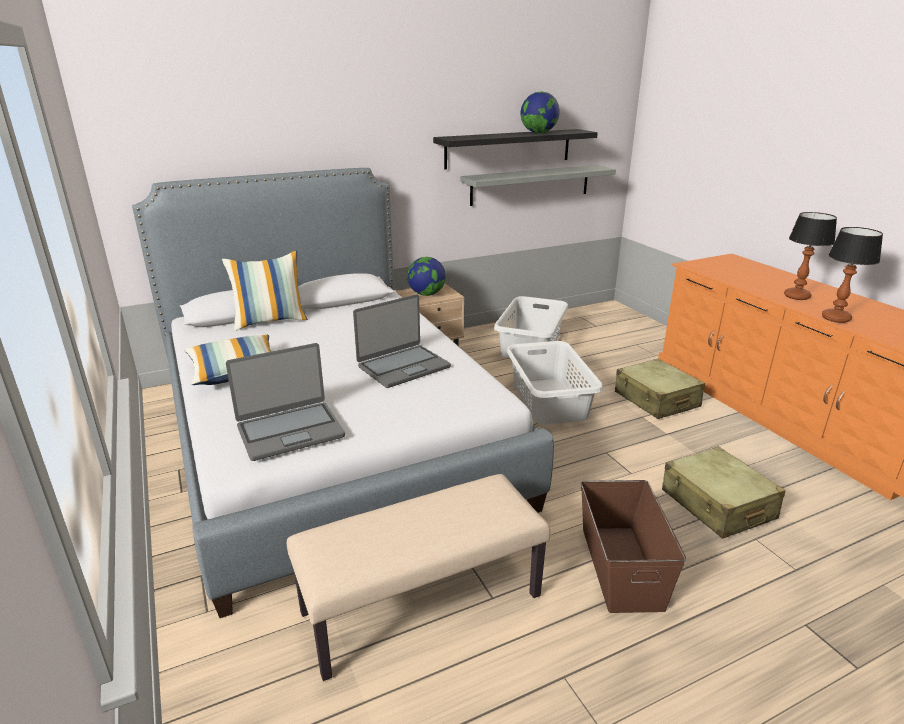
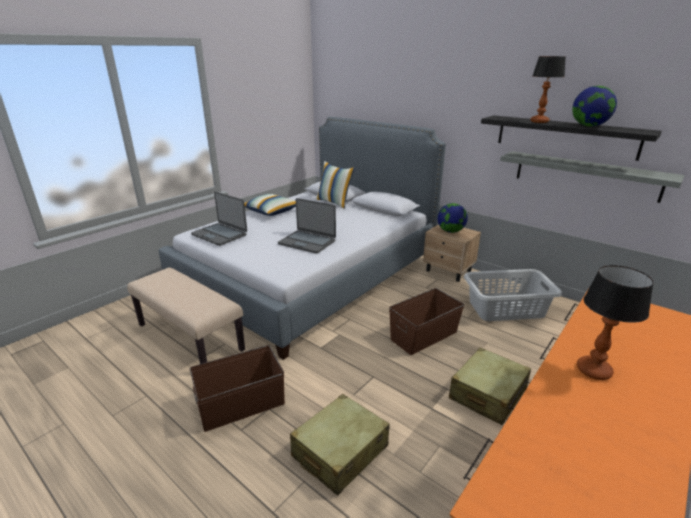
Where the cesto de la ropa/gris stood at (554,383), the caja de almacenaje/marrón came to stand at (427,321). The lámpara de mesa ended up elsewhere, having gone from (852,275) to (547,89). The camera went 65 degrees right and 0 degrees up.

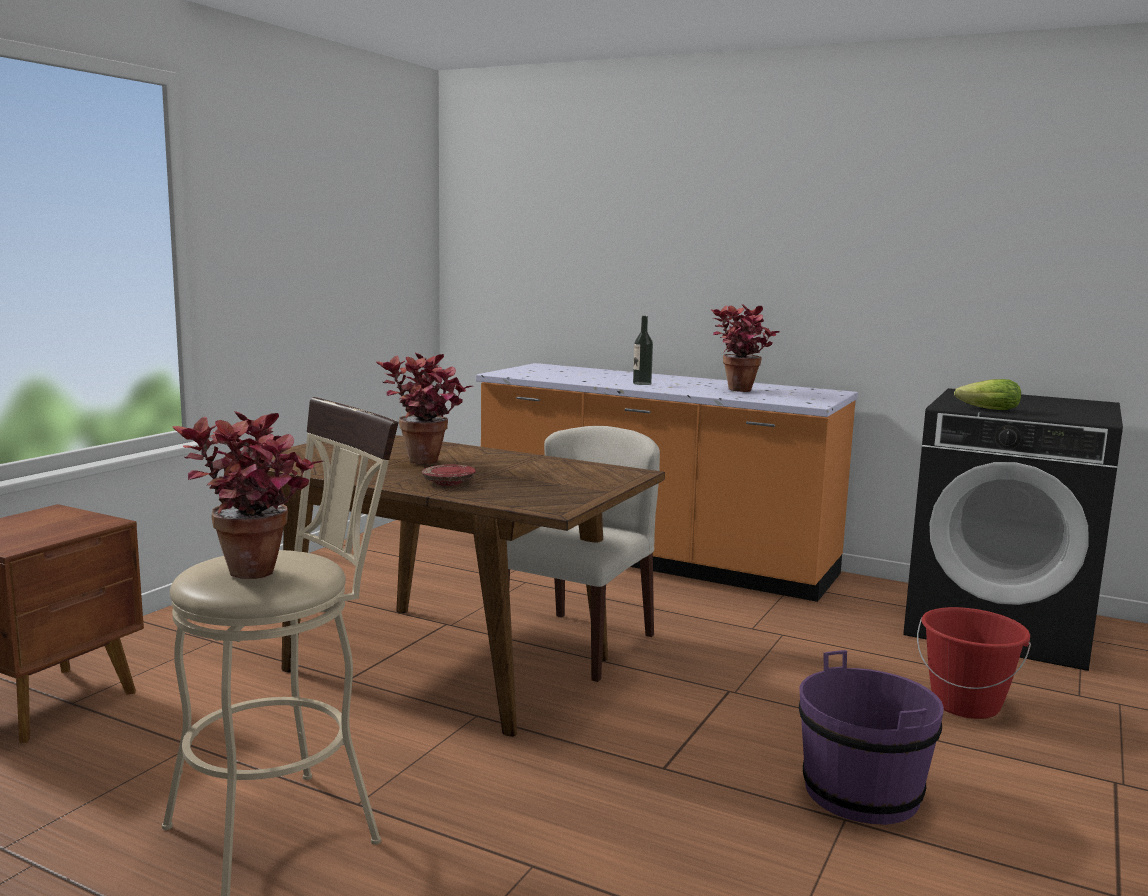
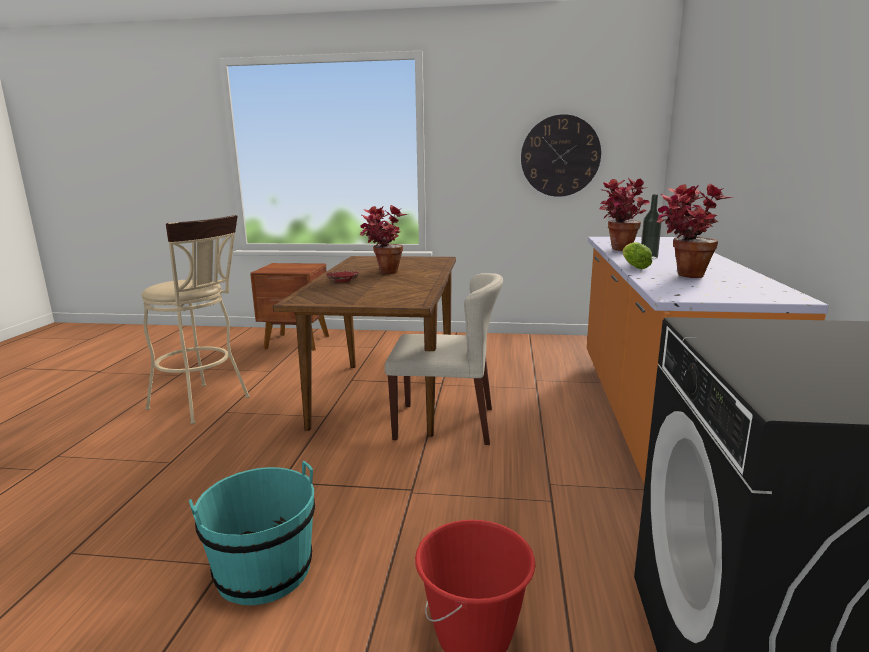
What was the cubo/morado at (871,737) turned into the cubo/turquesa at (252,533). The second view gained the reloj de pared at (561,155). The planta en maceta ended up elsewhere, having gone from (247,495) to (625,214). The lechuga ended up elsewhere, having gone from (987,394) to (637,255). The camera went 70 degrees right and 5 degrees up.

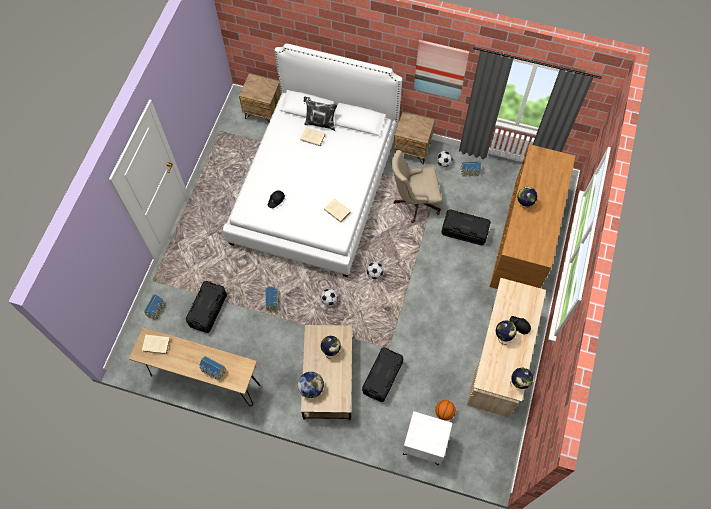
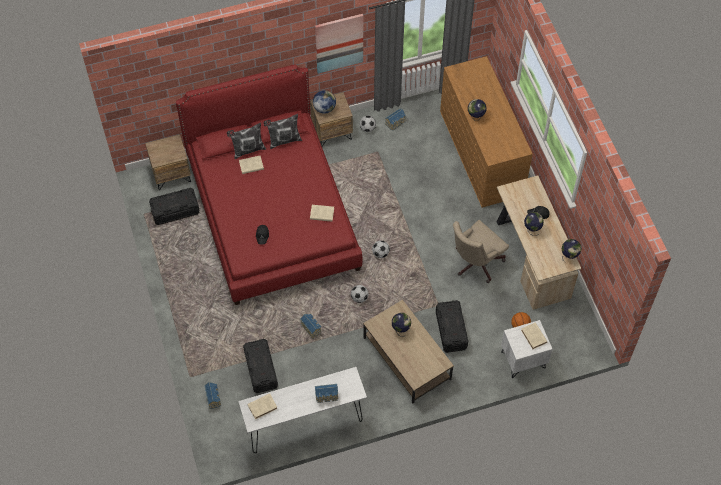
The caja de almacenaje/negro ended up elsewhere, having gone from (466,227) to (174,206). What was the cama/blanco at (312,160) turned into the cama/rojo at (269,184). What was the mesa consola/marrón at (194,366) turned into the mesa consola/blanco at (302,410). The second view gained the cojín at (283,131). The globo terráqueo ended up elsewhere, having gone from (311,385) to (324,101). The silla de oficina/beis ended up elsewhere, having gone from (417,186) to (481,251). The second view gained the libro/beis at (534,335). The camera went 35 degrees left and 5 degrees down.

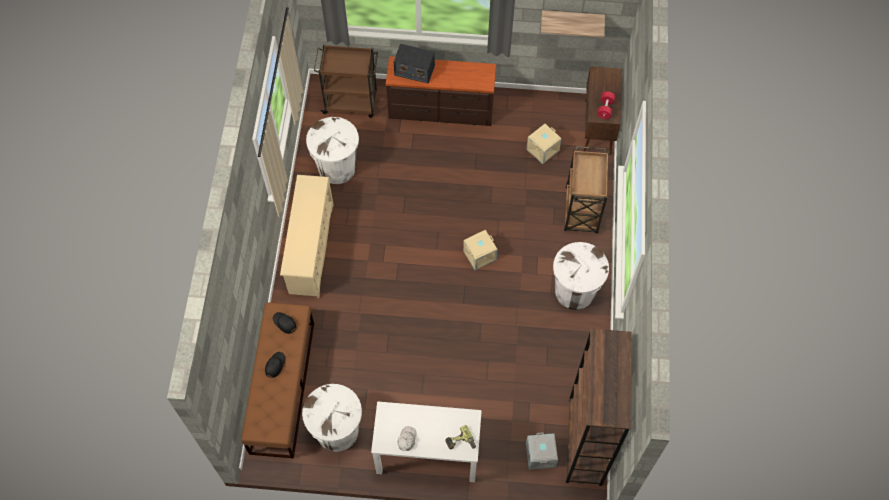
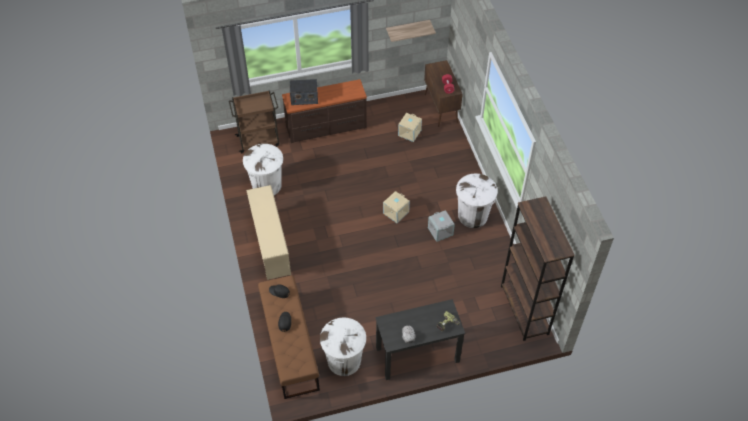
What was the escritorio/blanco at (426,441) turned into the escritorio/negro at (420,339). The caja de almacenaje/gris ended up elsewhere, having gone from (542,451) to (441,226). The second view lost the carrito/marrón at (586,190). The camera went 20 degrees left and 10 degrees down.

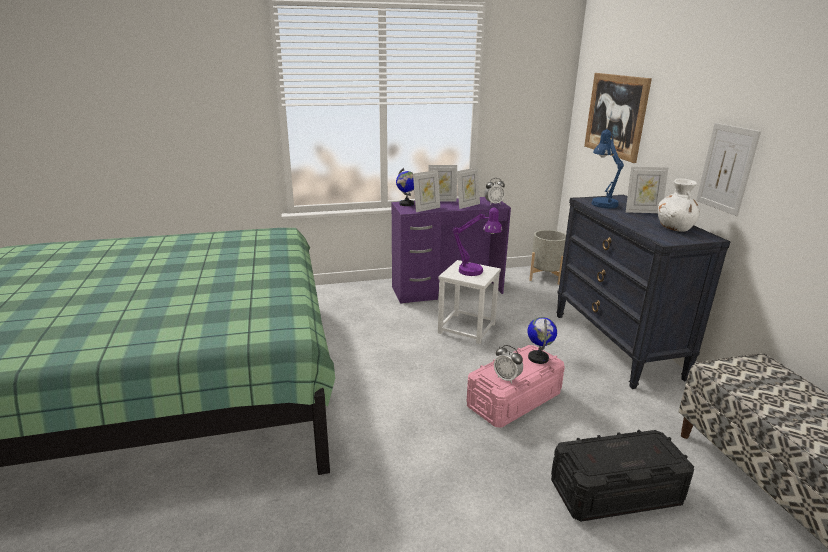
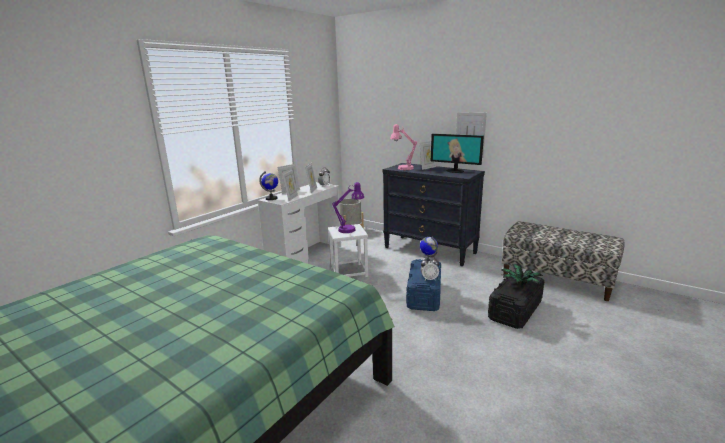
What was the escritorio/morado at (451,250) turned into the escritorio/blanco at (299,223). What was the lámpara de mesa/azul at (607,168) turned into the lámpara de mesa/rosa at (403,147). What was the caja de almacenaje/rosa at (516,386) turned into the caja de almacenaje/azul at (423,285). Where the florero/blanco stood at (679,205), the monitor came to stand at (457,153). The second view gained the planta en maceta at (522,274). The second view lost the cuadro at (618,118). The camera went 40 degrees left and 5 degrees down.

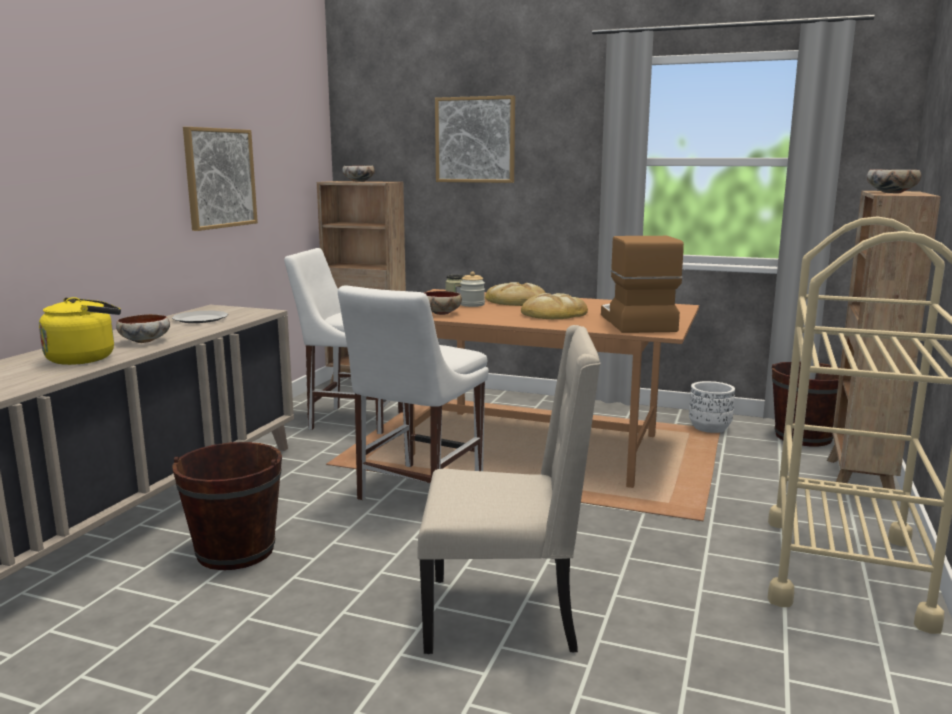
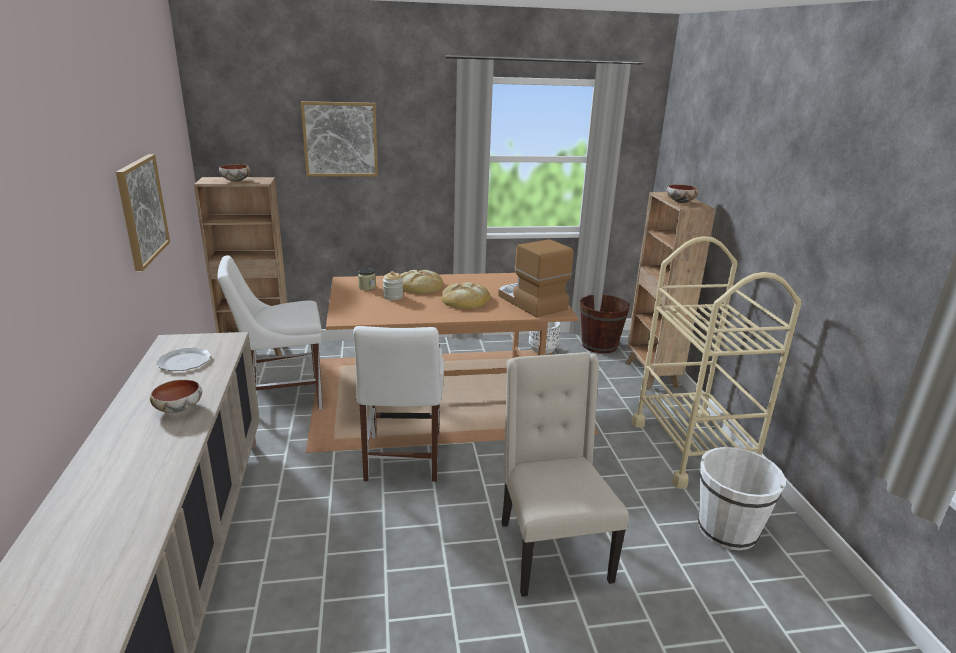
The silla/beis at (509,489) ended up facing another way, 75 degrees counterclockwise from before. The second view gained the cubo/blanco at (742,498). The second view lost the hervidor/amarillo at (80,331). The second view lost the cubo/marrón at (227,506). The second view lost the cuenco at (443,303). The camera went 30 degrees left and 10 degrees up.

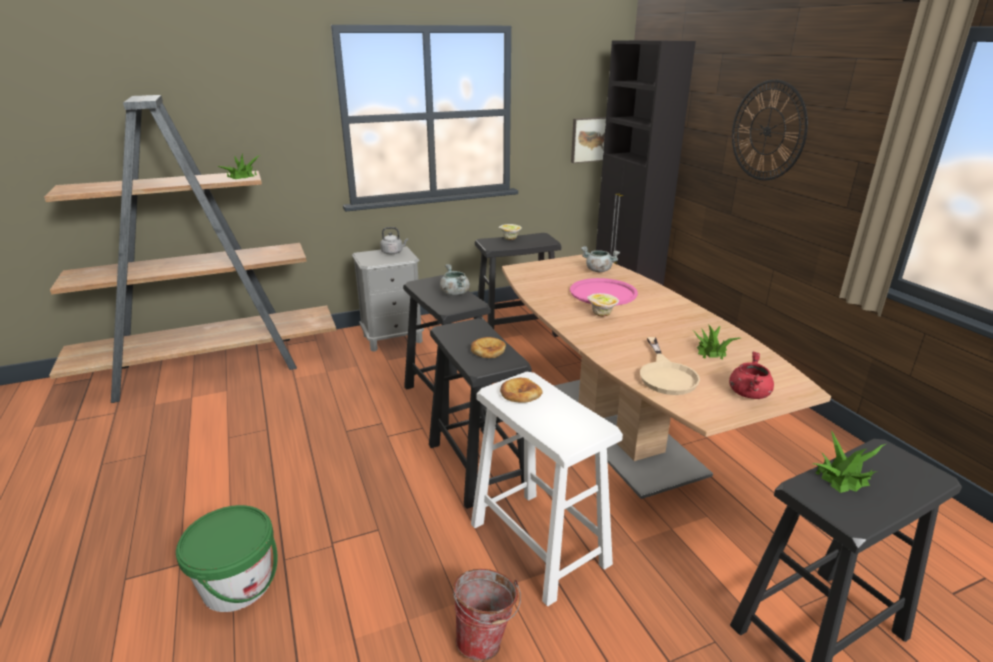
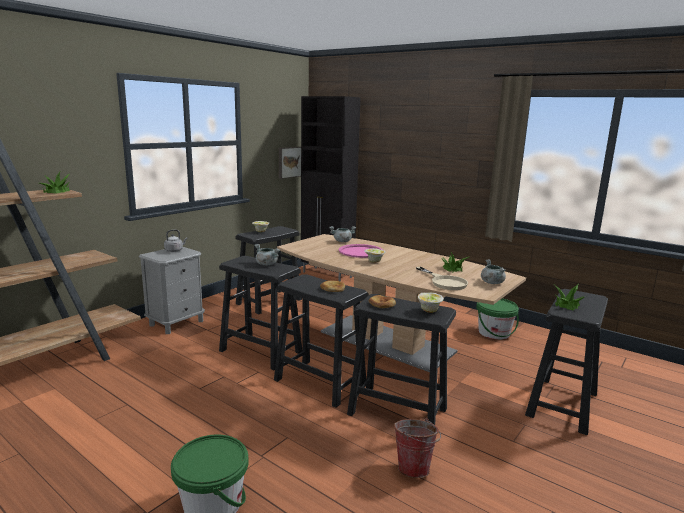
What was the taburete/blanco at (547,489) turned into the taburete/negro at (401,359). The second view gained the cuenco at (430,303). The second view gained the cubo/verde at (497,319). What was the olla/rojo at (751,375) turned into the olla/gris at (493,272). The second view lost the reloj de pared at (770,130). The camera went 30 degrees left and 10 degrees down.

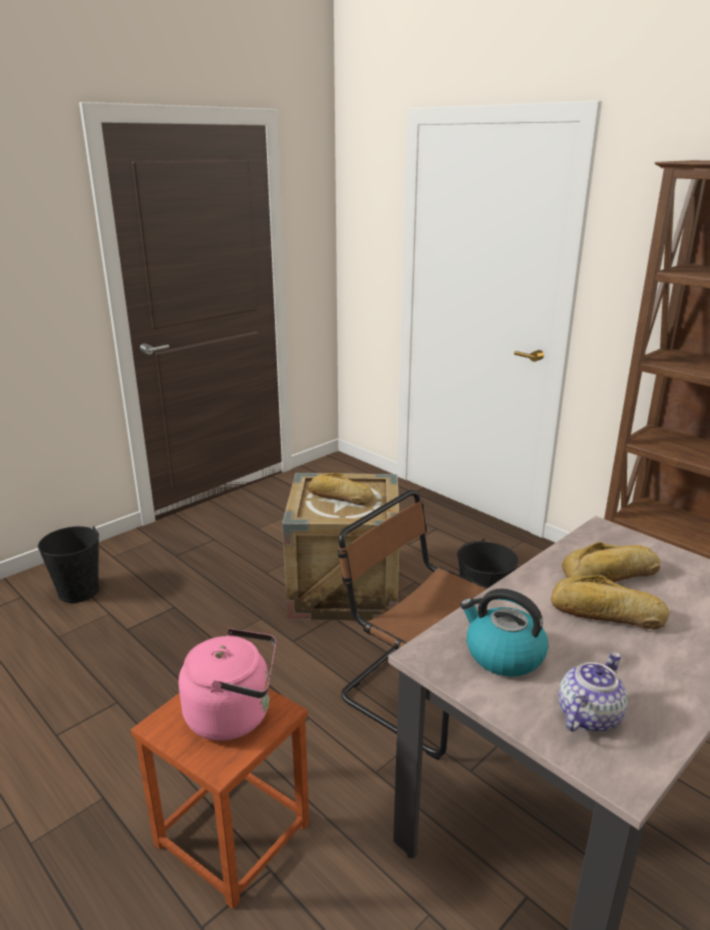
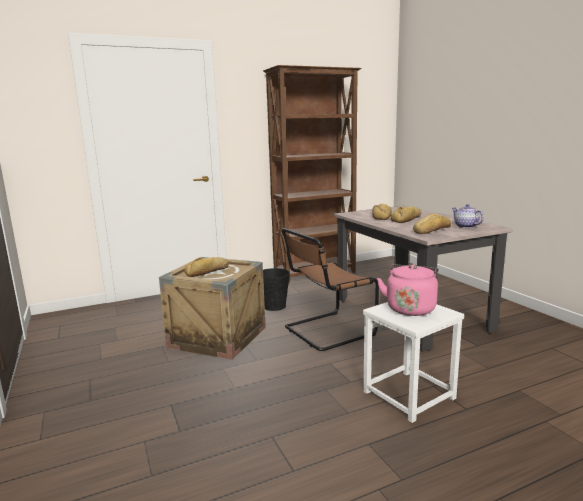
What was the taburete/marrón at (220,798) turned into the taburete/blanco at (413,362). Where the hervidor stood at (504,633), the pan came to stand at (432,224). The second view lost the cubo/negro at (68,564). The camera went 70 degrees left and 10 degrees down.

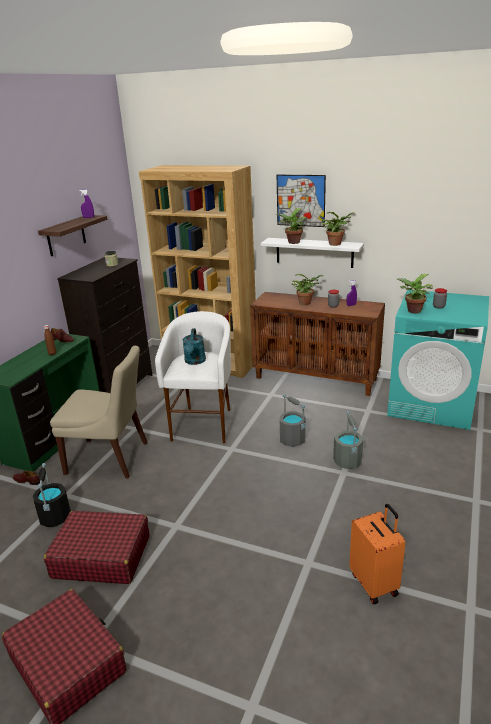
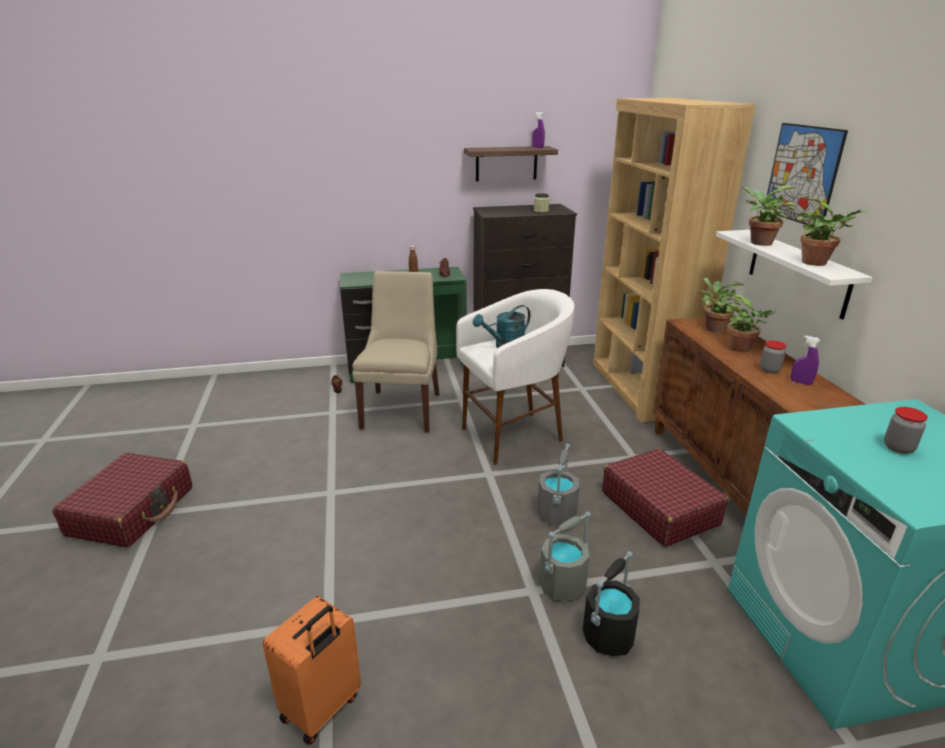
The silla/beis at (99,412) ended up facing another way, 150 degrees counterclockwise from before. The cubo/negro ended up elsewhere, having gone from (52,495) to (611,603). The maleta/rojo ended up elsewhere, having gone from (96,547) to (665,497). The planta en maceta ended up elsewhere, having gone from (415,293) to (722,305). The camera went 55 degrees right and 0 degrees up.

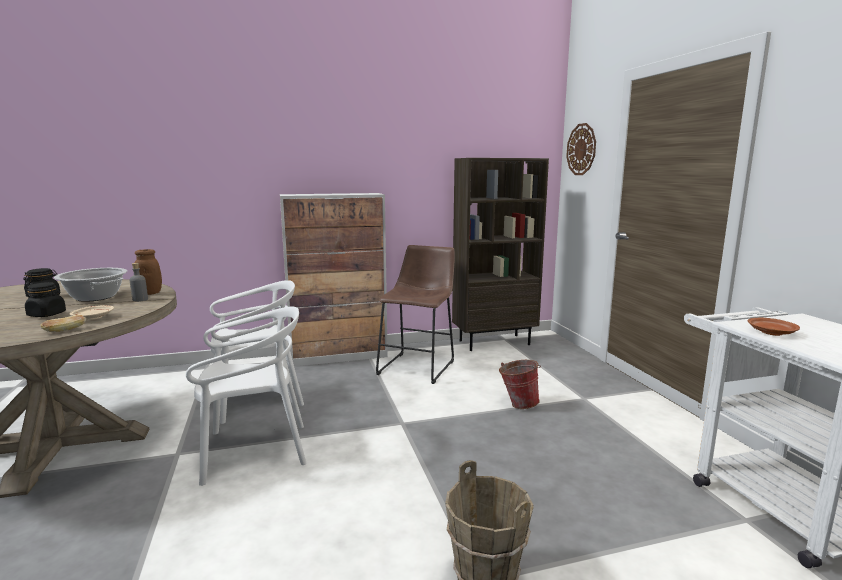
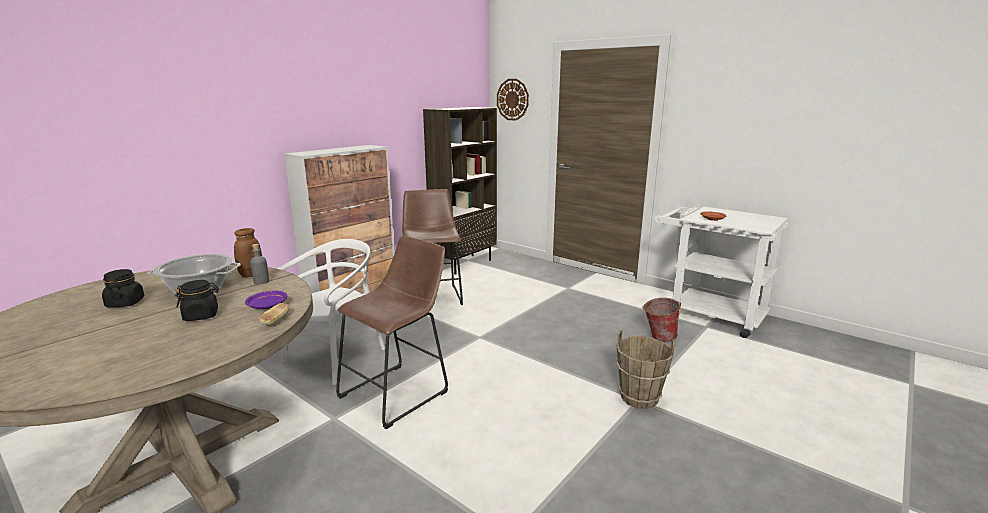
What was the plato/beis at (92,312) turned into the plato/morado at (266,300). Where the silla/blanco stood at (246,396), the taburete/marrón came to stand at (392,332). The cubo ended up elsewhere, having gone from (520,384) to (661,320). The camera went 35 degrees left and 5 degrees up.

